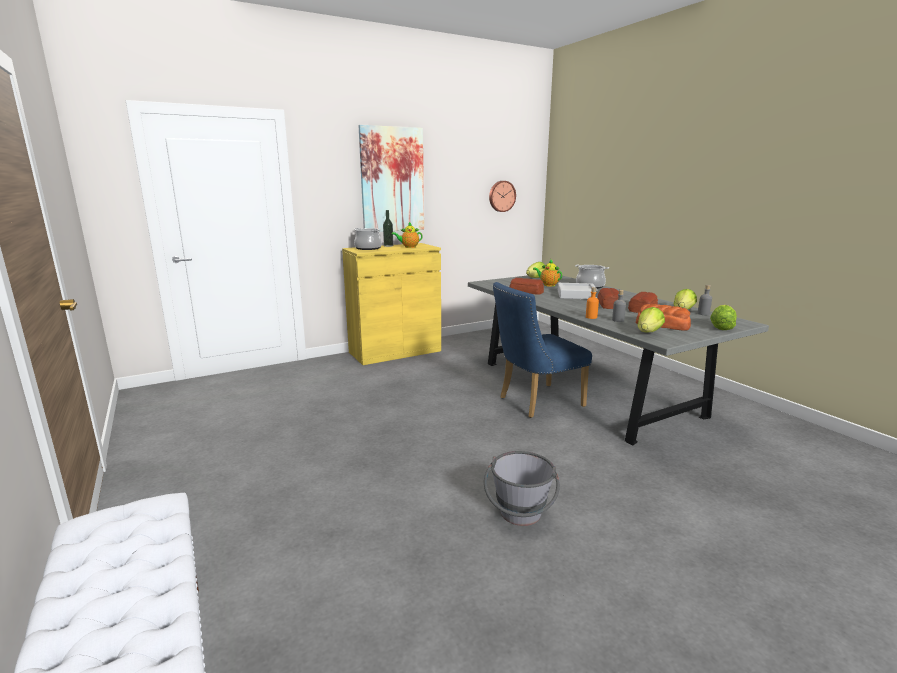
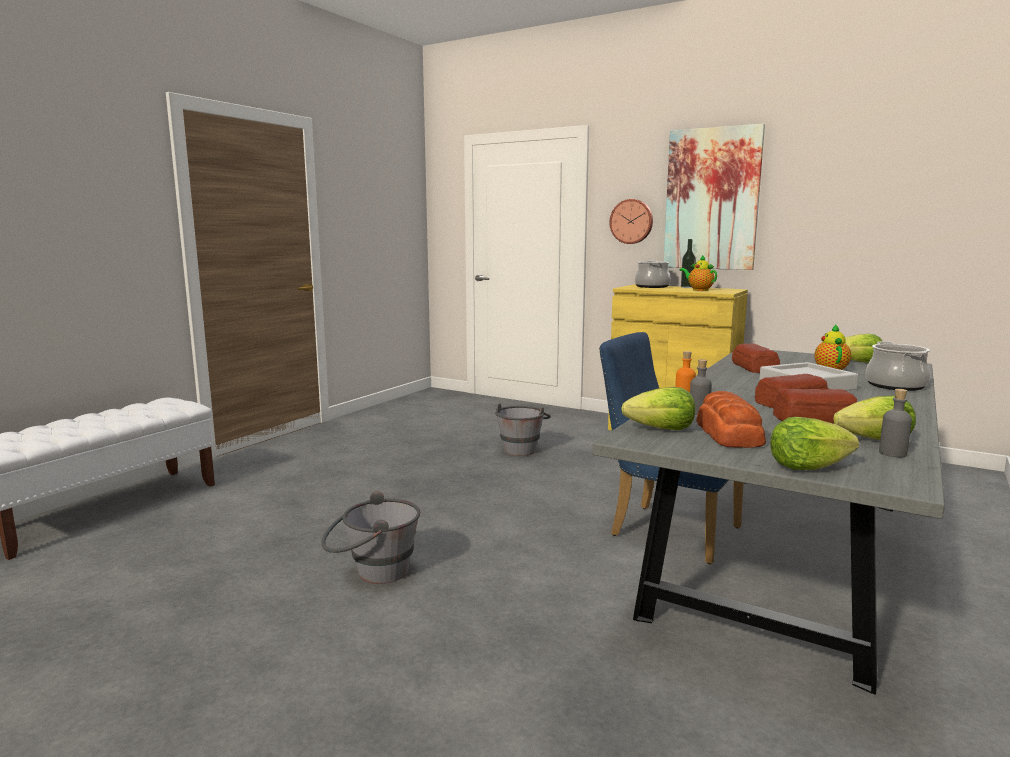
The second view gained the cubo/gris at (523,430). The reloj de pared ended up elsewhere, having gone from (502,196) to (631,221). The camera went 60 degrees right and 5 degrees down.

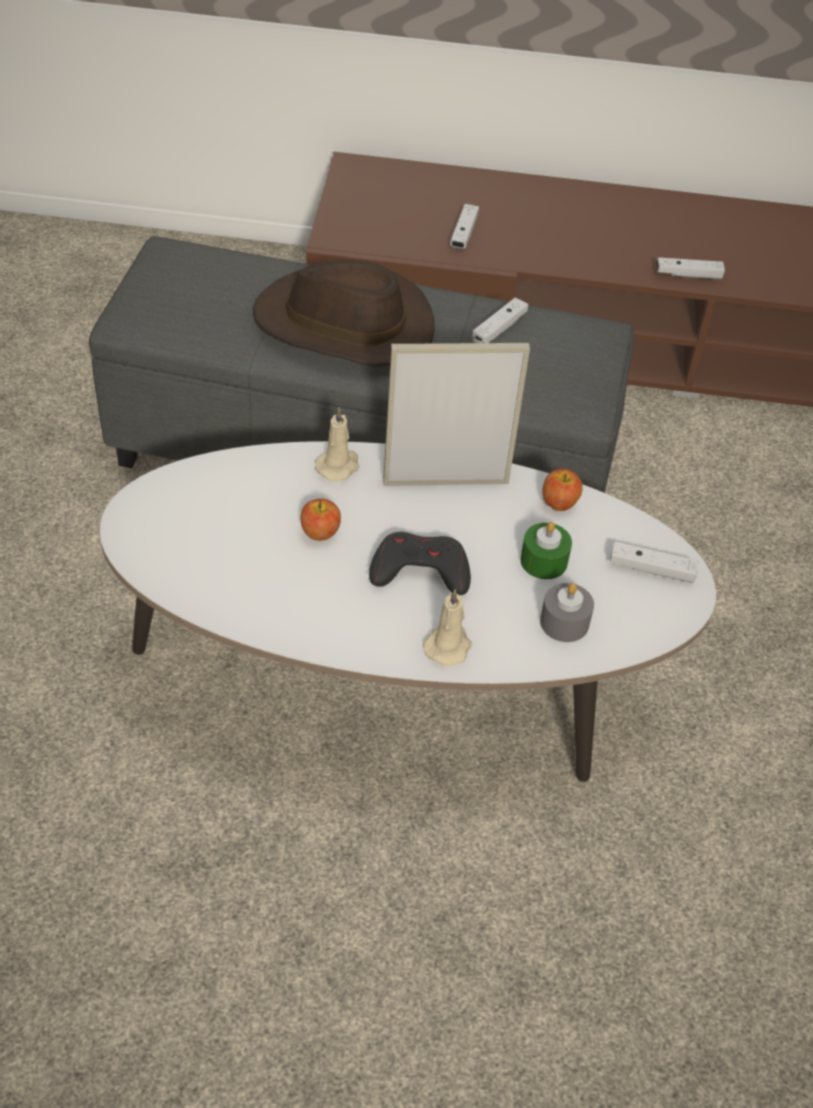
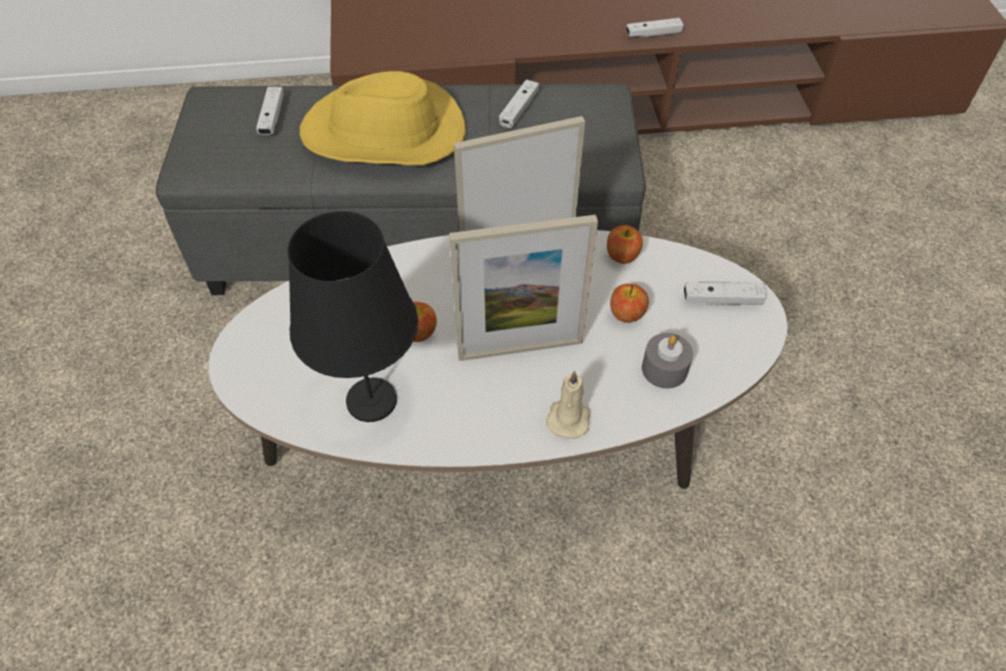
The mando de consola/blanco ended up elsewhere, having gone from (464,226) to (270,111). The second view gained the lámpara de mesa/negro at (352,316). What was the sombrero/marrón at (344,312) turned into the sombrero/amarillo at (383,118). Where the mando de consola/negro stood at (420,563), the portarretratos came to stand at (523,288). Where the vela/verde stood at (546,550), the manzana came to stand at (629,303). The second view lost the vela/beis at (337,444). The camera went 10 degrees left and 5 degrees up.

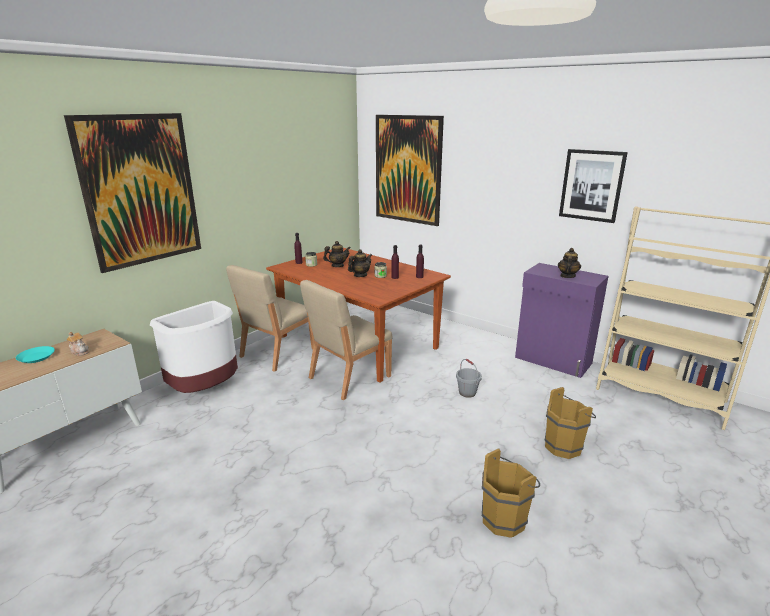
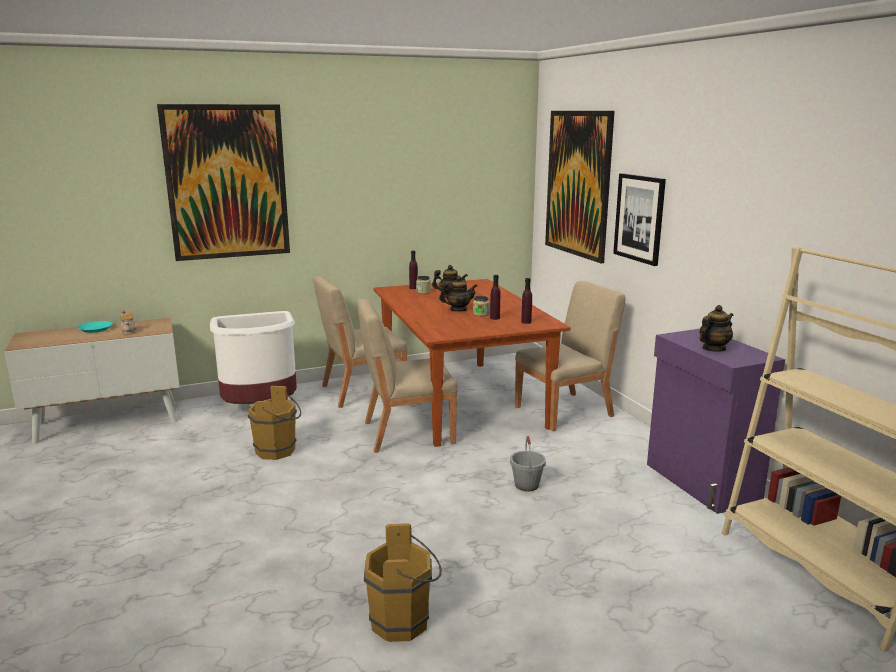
The cubo/marrón ended up elsewhere, having gone from (570,423) to (274,423). The second view gained the silla/beis at (570,356). The cuadro ended up elsewhere, having gone from (593,186) to (639,219). The camera went 30 degrees right and 5 degrees down.

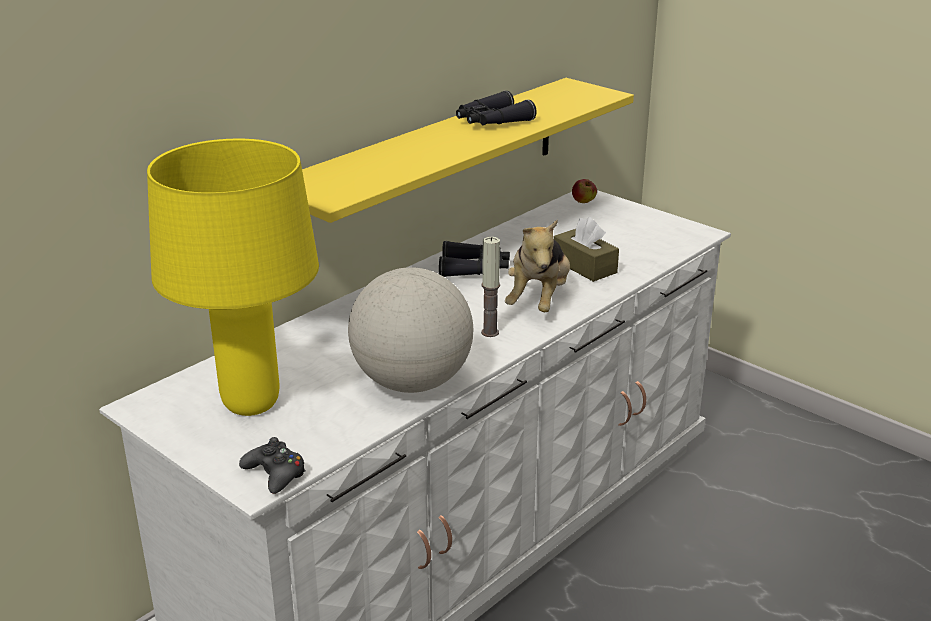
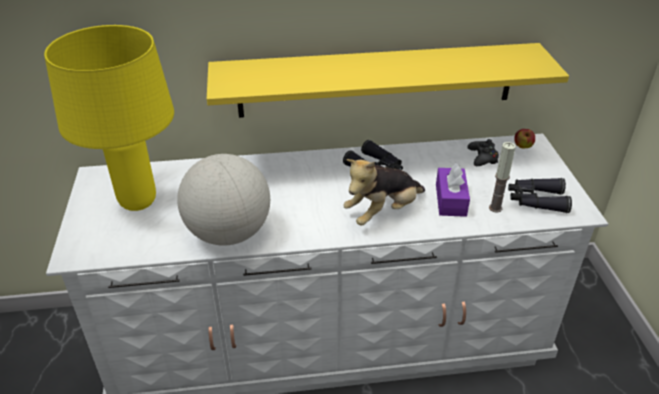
What was the caja de pañuelos/marrón at (586,249) turned into the caja de pañuelos/morado at (453,190). The mando de consola/negro ended up elsewhere, having gone from (272,465) to (483,152). The vela ended up elsewhere, having gone from (490,287) to (502,177). The prismáticos/negro ended up elsewhere, having gone from (496,108) to (540,195). The camera went 40 degrees right and 10 degrees up.

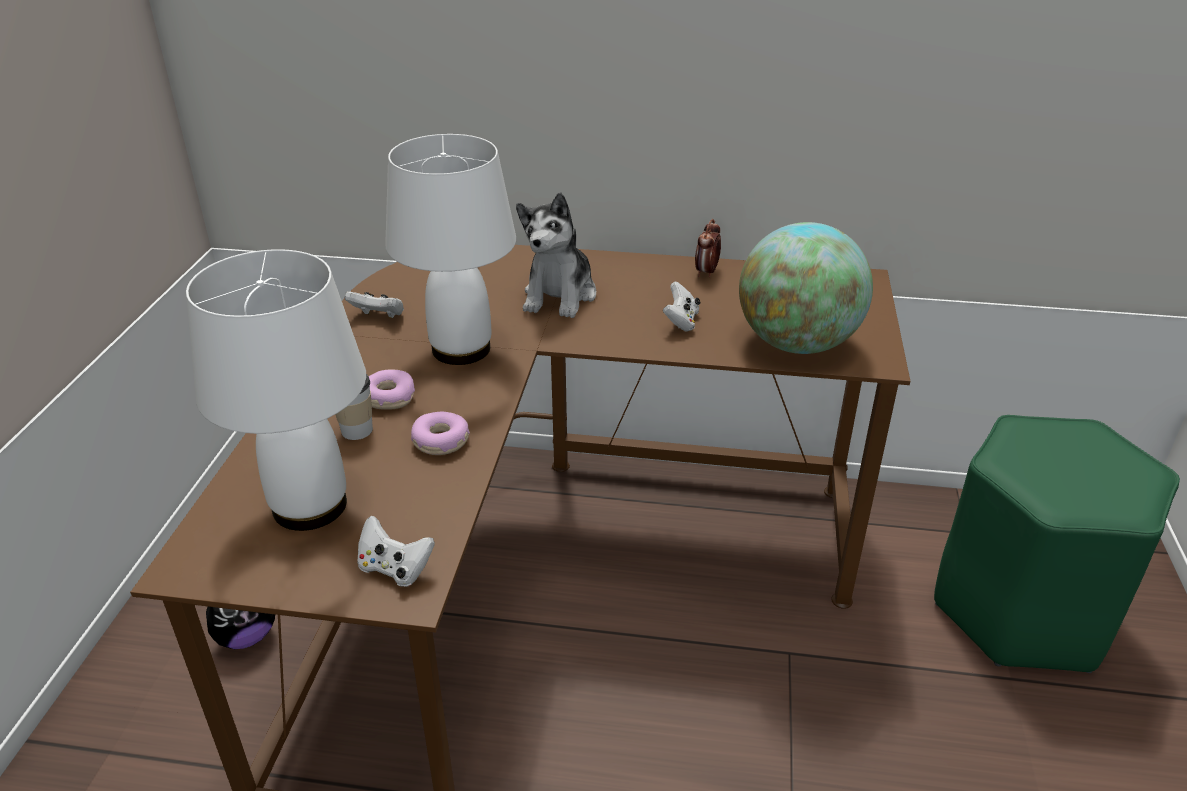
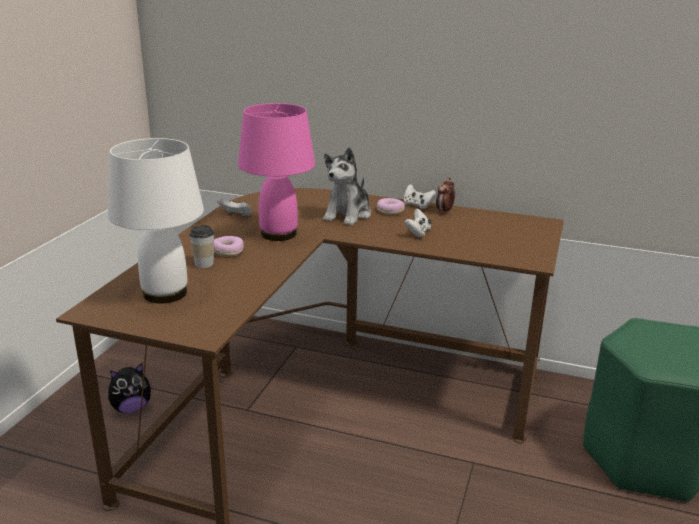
What was the lámpara de mesa/blanco at (450,249) turned into the lámpara de mesa/rosa at (276,172). The rosquilla ended up elsewhere, having gone from (440,433) to (391,206). The mando de consola/blanco ended up elsewhere, having gone from (396,551) to (419,196). The second view lost the globo terráqueo at (806,288). The camera went 10 degrees right and 10 degrees down.

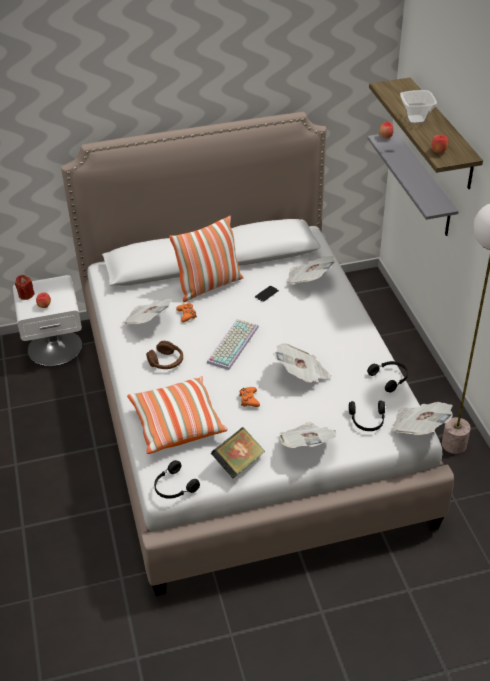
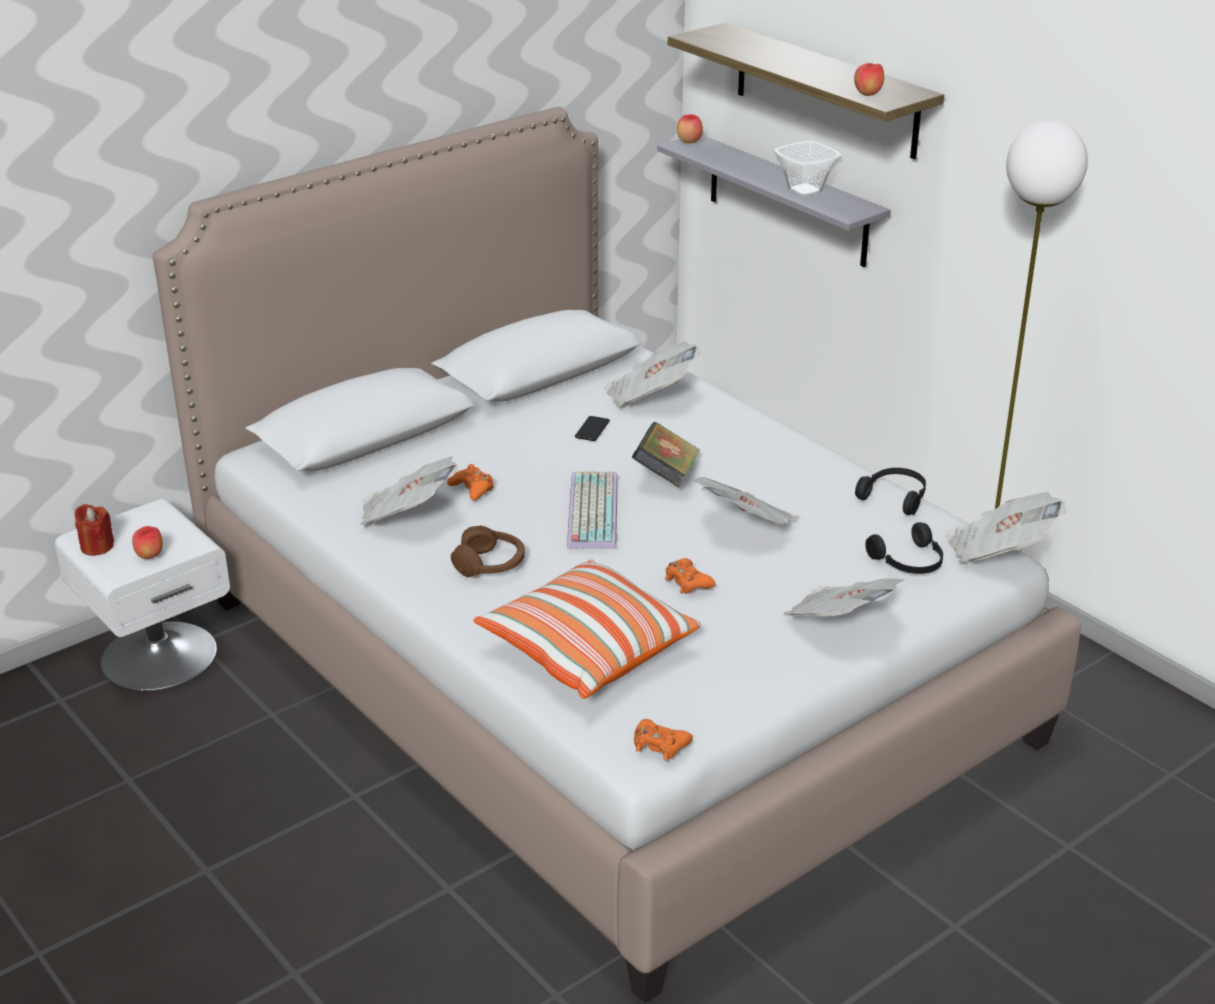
The libro ended up elsewhere, having gone from (238,452) to (666,454). Where the auriculares/negro stood at (177,479), the mando de consola/naranja came to stand at (663,740). The cuenco ended up elsewhere, having gone from (418,107) to (807,168). The second view lost the cojín at (206,258). The camera went 25 degrees left and 10 degrees down.

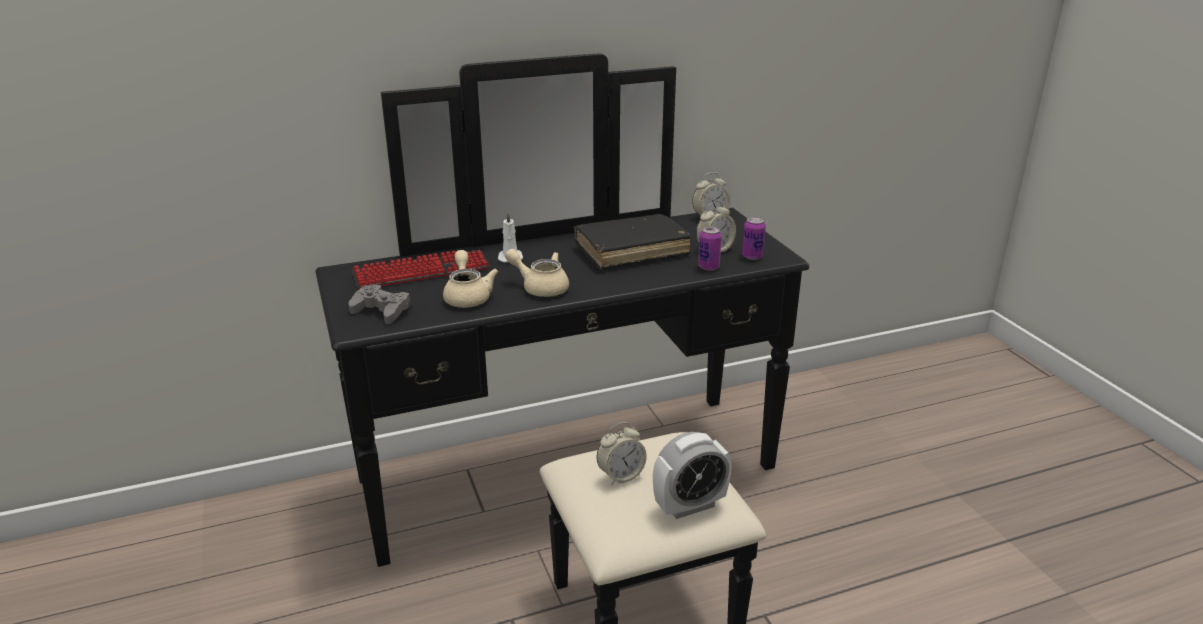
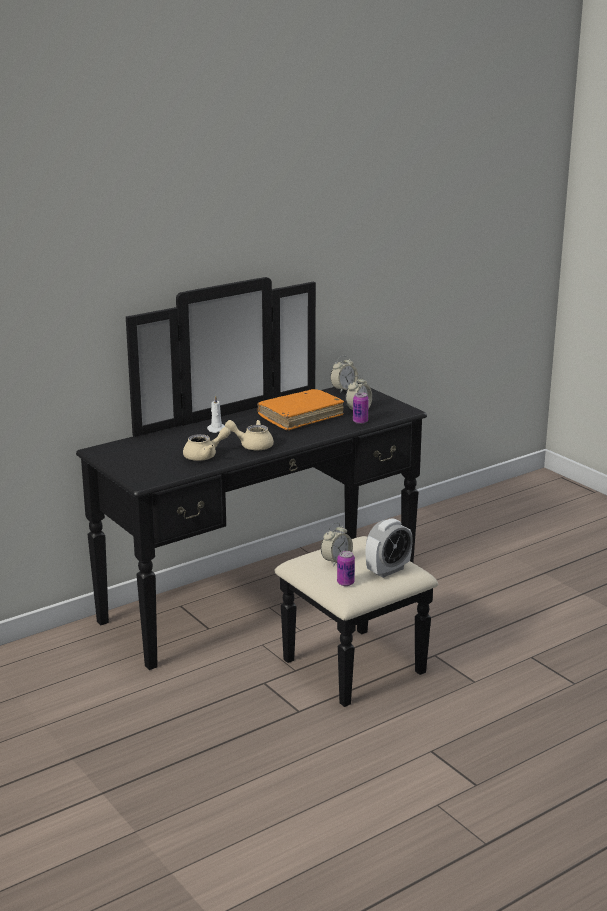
The tetera/beis at (470,279) ended up facing another way, 90 degrees clockwise from before. What was the libro/negro at (632,242) turned into the libro/naranja at (300,409). The lata ended up elsewhere, having gone from (754,238) to (346,568). The second view lost the mando de consola/gris at (379,304). The second view lost the teclado at (421,269). The camera went 15 degrees left and 5 degrees down.

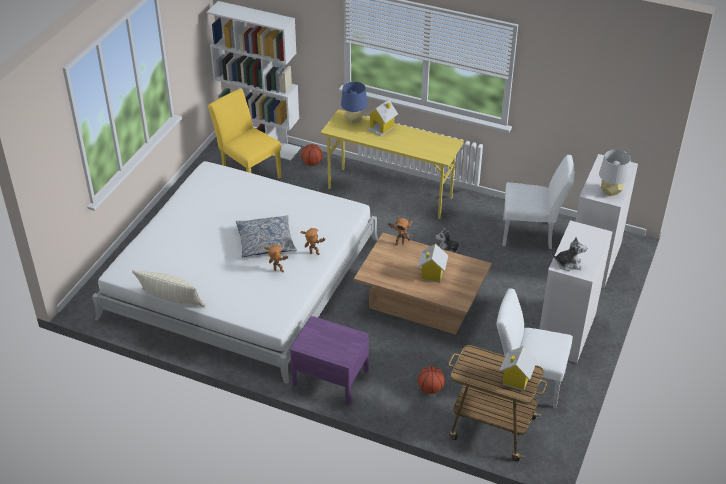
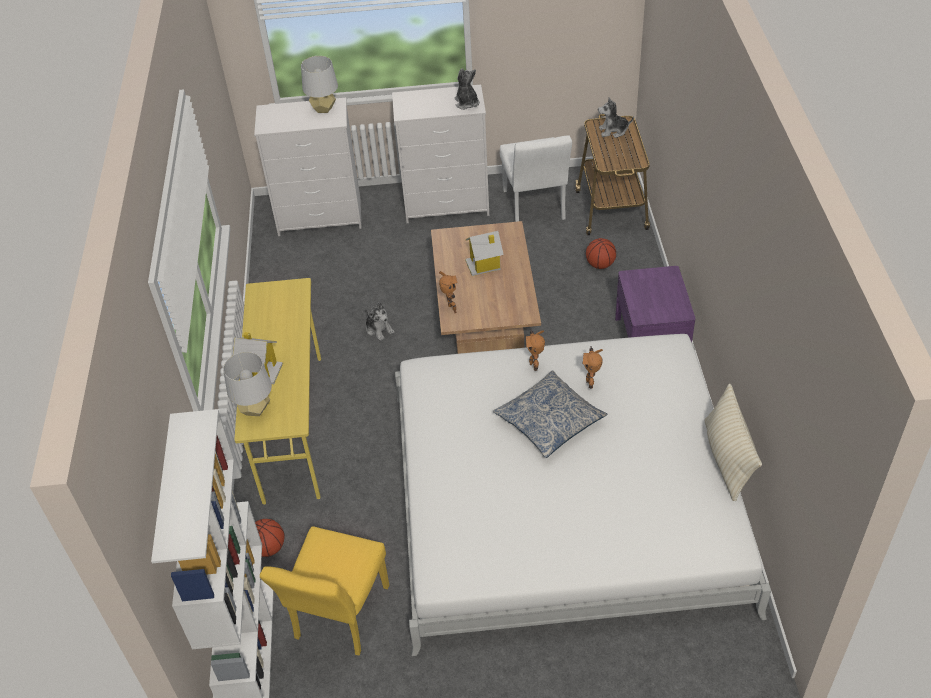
What was the lámpara de mesa/azul at (354,102) turned into the lámpara de mesa/gris at (247,384). Where the casita stood at (518,368), the peluche came to stand at (616,117). The second view lost the silla/blanco at (538,202). The camera went 115 degrees left and 5 degrees up.

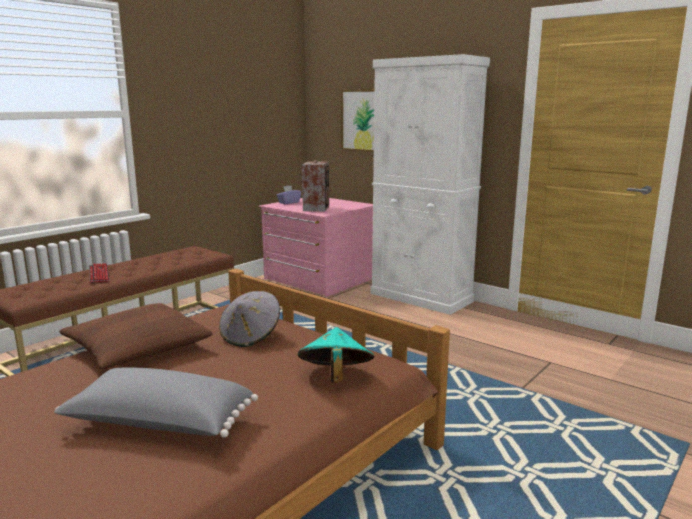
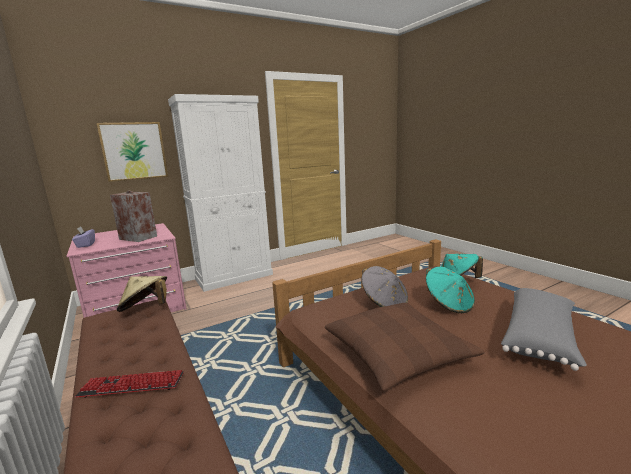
The second view gained the sombrero/beis at (142,294). The second view gained the sombrero/turquesa at (450,290). The camera went 70 degrees left and 0 degrees up.

